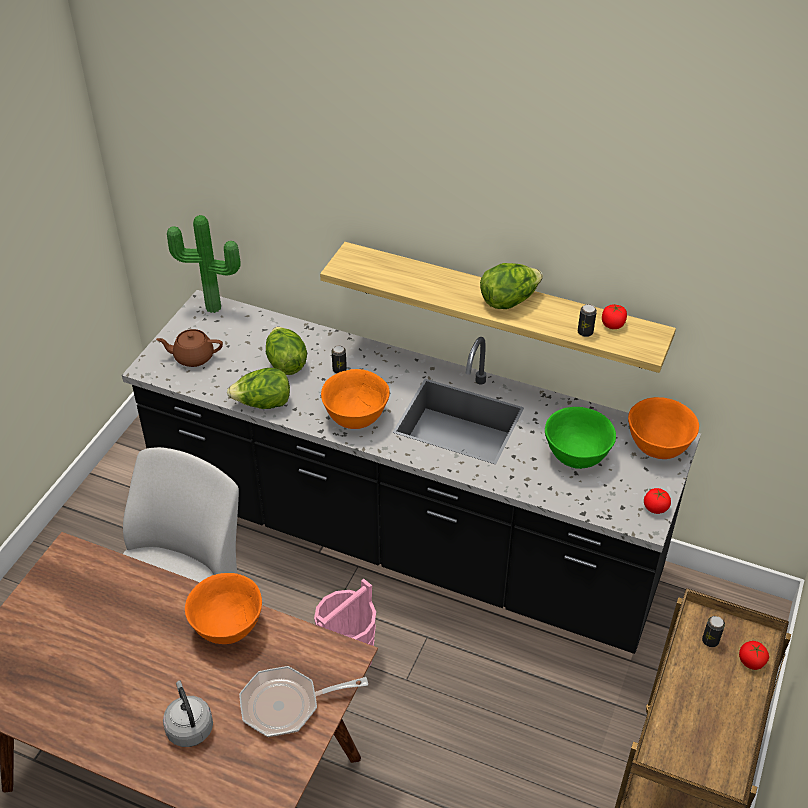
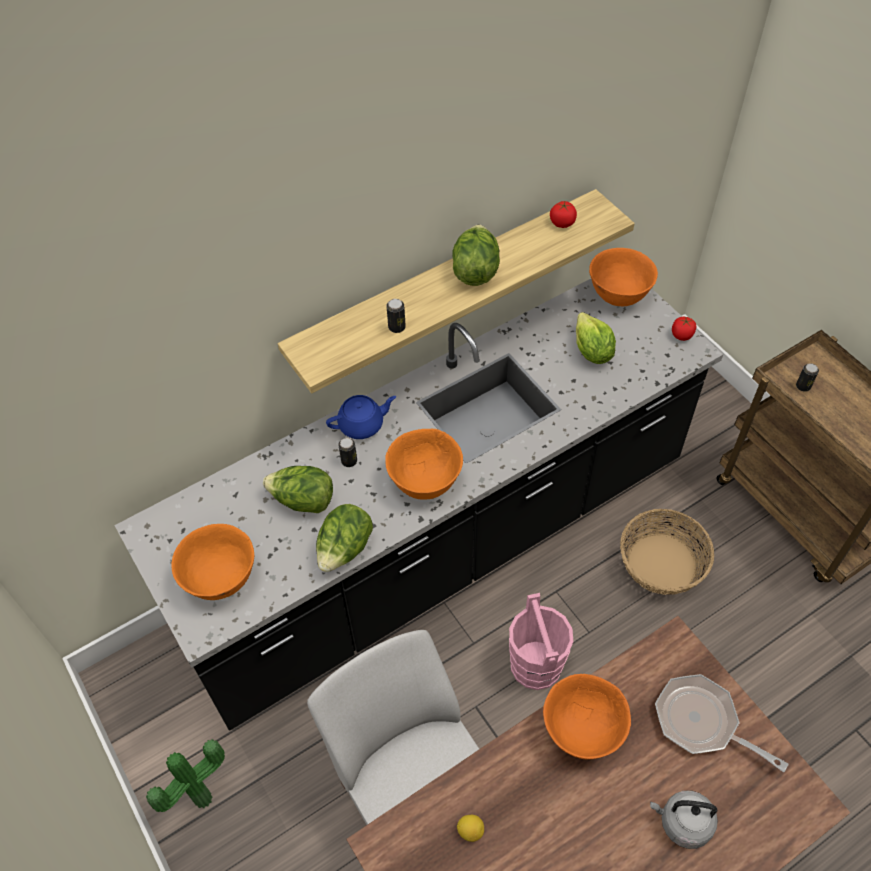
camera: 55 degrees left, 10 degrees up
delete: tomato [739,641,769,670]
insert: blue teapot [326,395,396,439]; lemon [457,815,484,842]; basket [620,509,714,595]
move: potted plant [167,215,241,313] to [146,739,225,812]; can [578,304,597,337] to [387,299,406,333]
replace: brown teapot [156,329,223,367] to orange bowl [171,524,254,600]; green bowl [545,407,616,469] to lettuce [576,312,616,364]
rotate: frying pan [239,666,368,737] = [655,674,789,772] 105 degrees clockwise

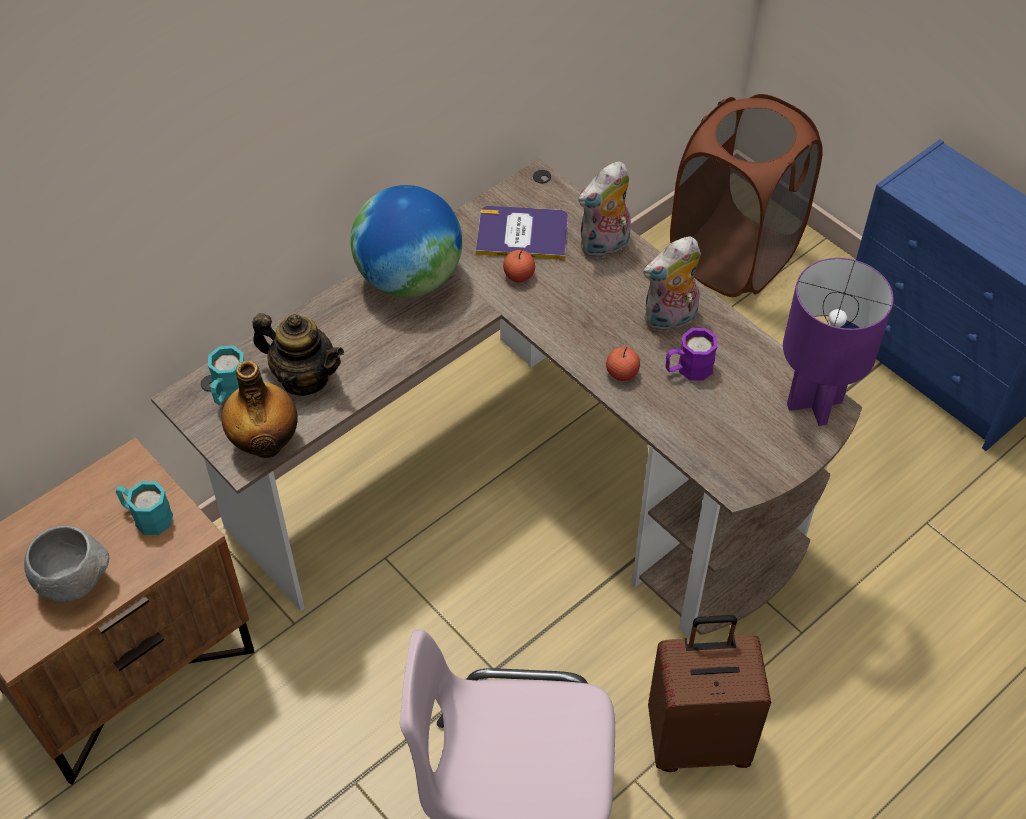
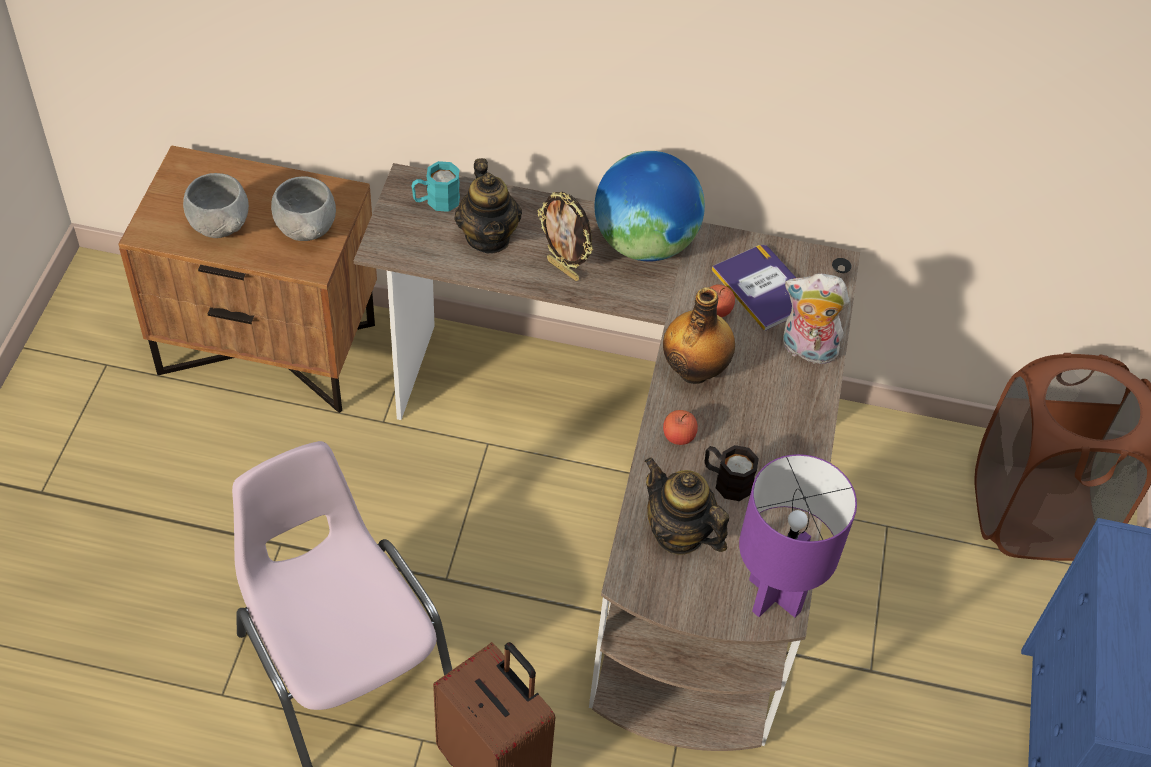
camera: 50 degrees right, 0 degrees up
delete: plush toy [643,236,701,332]
insert: picture frame [538,192,593,281]; teapot [644,457,729,555]
move: bottle [222,360,298,458] to [663,287,735,384]
replace: turquoise mug [116,481,173,535] to grey bowl [271,177,336,241]
recolor: purple mug [666,328,717,381] to black mug [704,445,759,501]

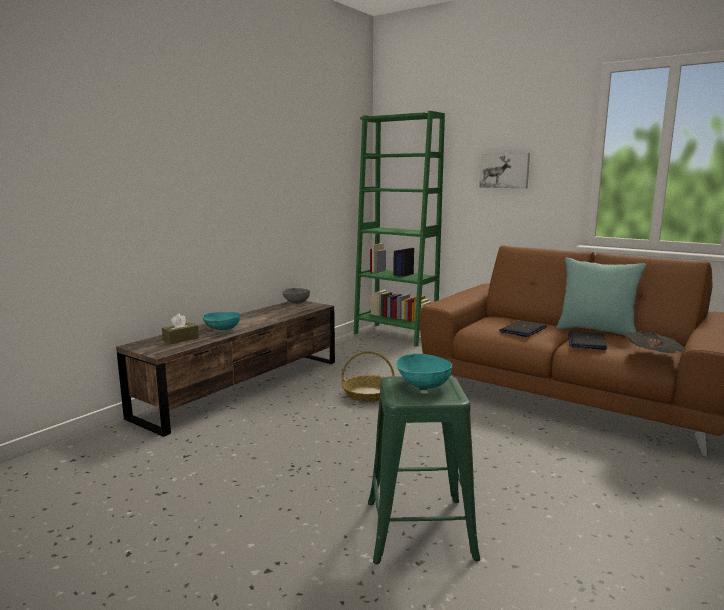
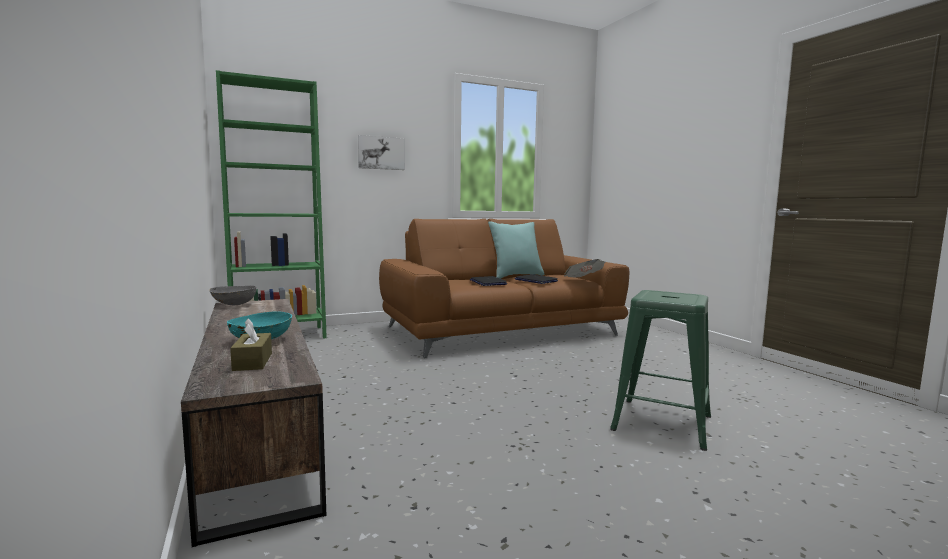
camera: 60 degrees left, 5 degrees down
delete: basket [341,351,395,402]; turquoise bowl [396,353,452,389]

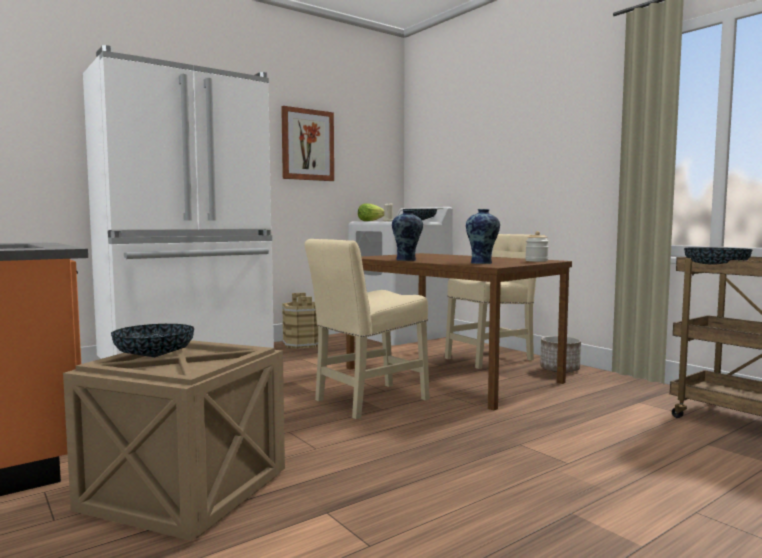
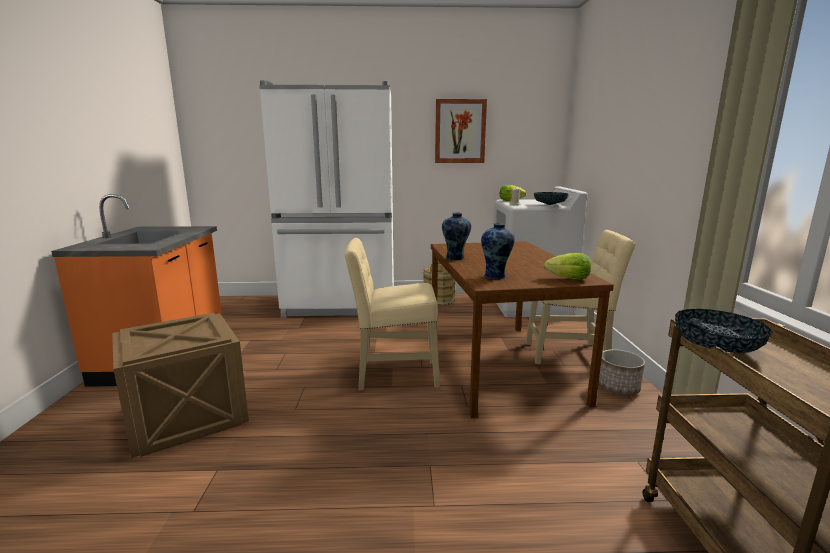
camera: 35 degrees right, 10 degrees up
delete: bowl [111,324,194,357]
replace: jar [525,231,549,262] to lettuce [544,253,591,280]

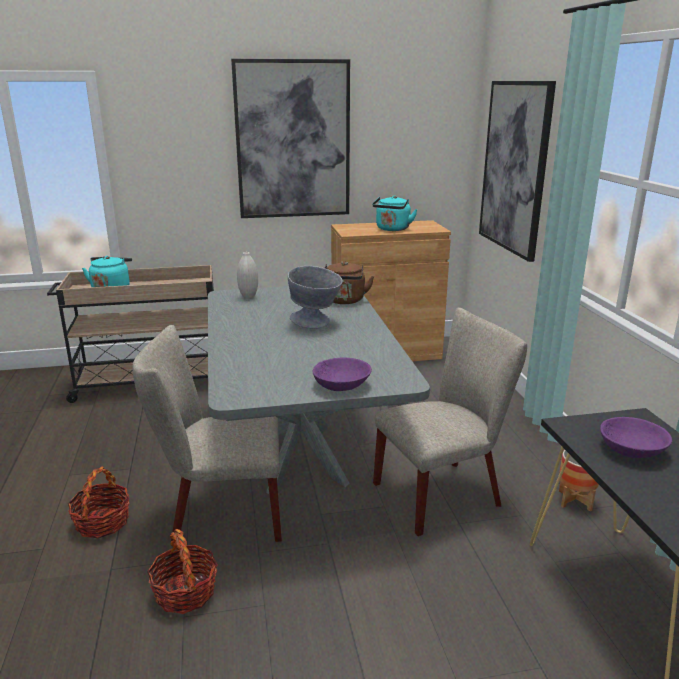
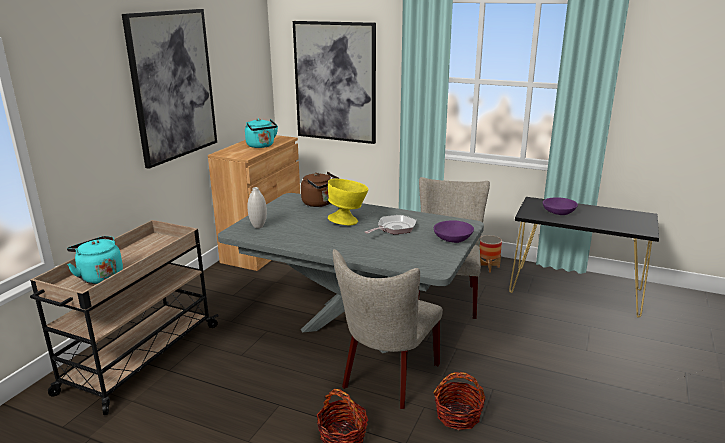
camera: 55 degrees left, 0 degrees up
insert: frying pan [365,215,416,234]
recolor: grey bowl [288,266,343,329] to yellow bowl [328,179,368,225]

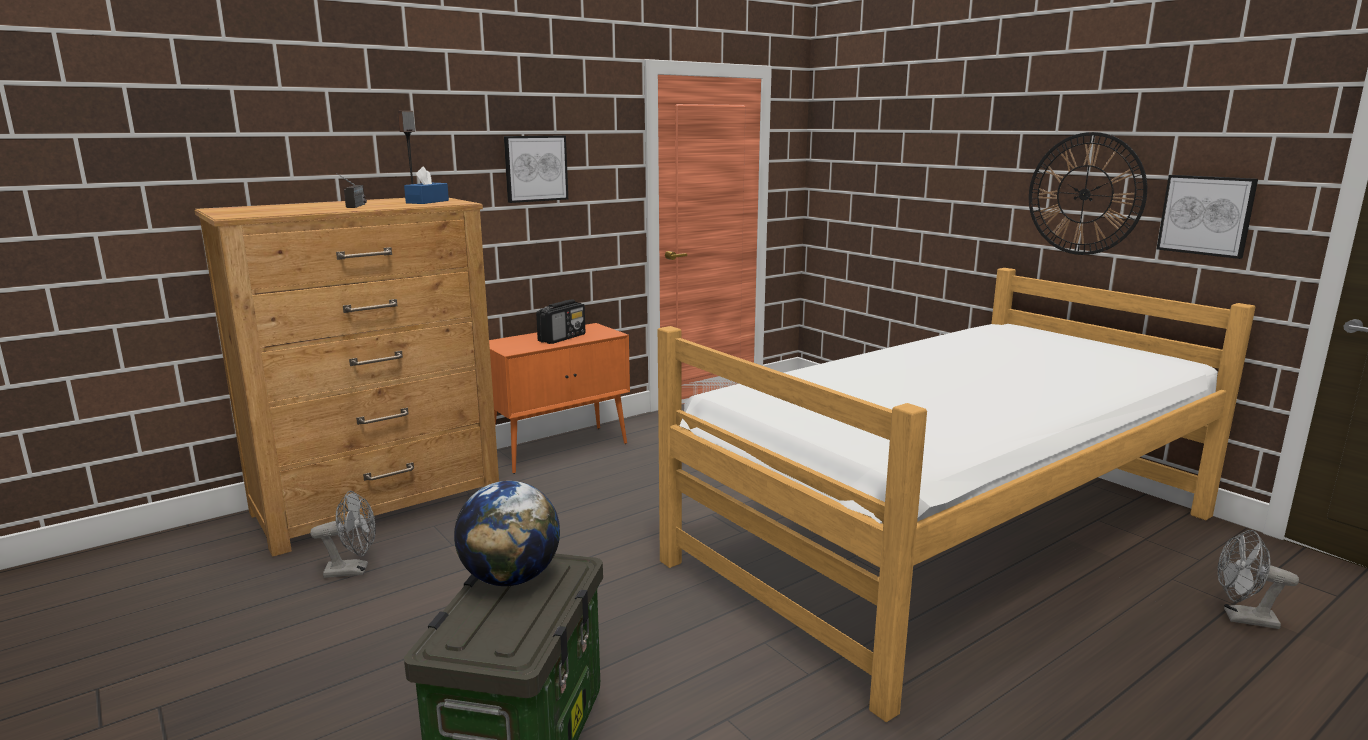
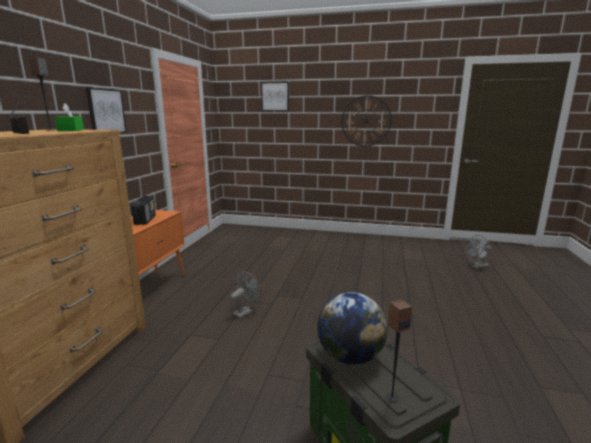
camera: 40 degrees left, 0 degrees up
delete: bed [658,268,1255,722]
insert: speaker [385,299,412,403]
move: grey fan [310,491,376,578] to [230,271,261,319]; picture [1157,175,1258,259] to [261,82,289,111]
recolor: blue tissue box [404,167,449,204] to green tissue box [55,103,84,131]

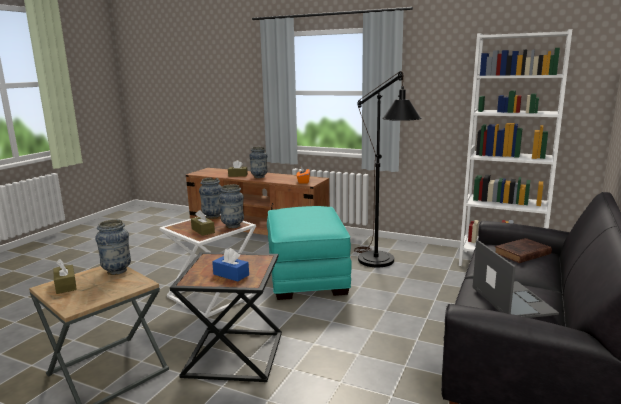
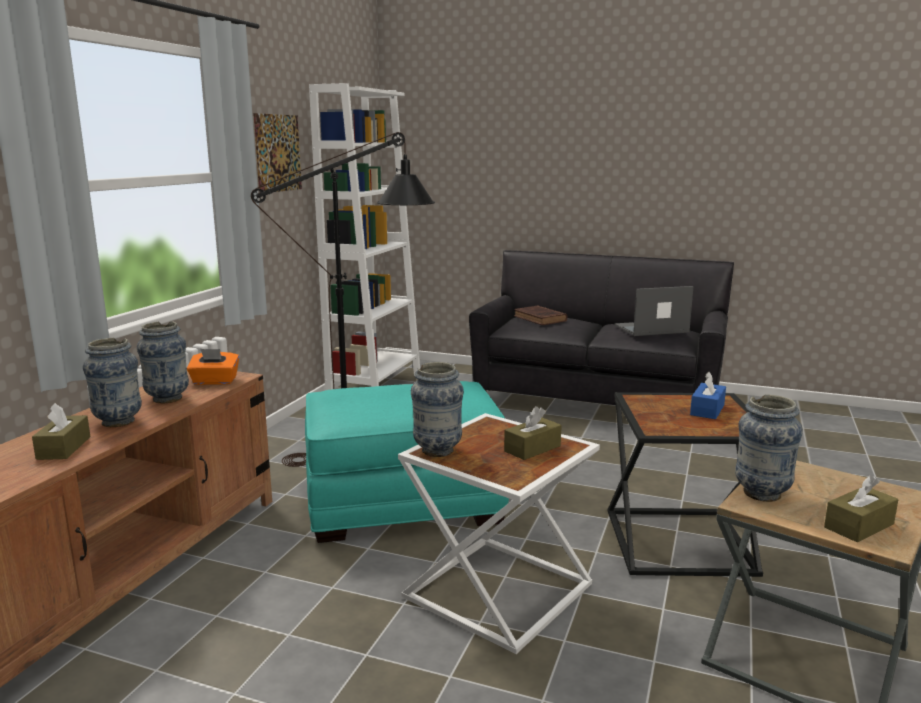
camera: 95 degrees left, 0 degrees up
insert: picture [253,113,302,193]
move: vase [219,184,244,228] to [137,321,189,403]

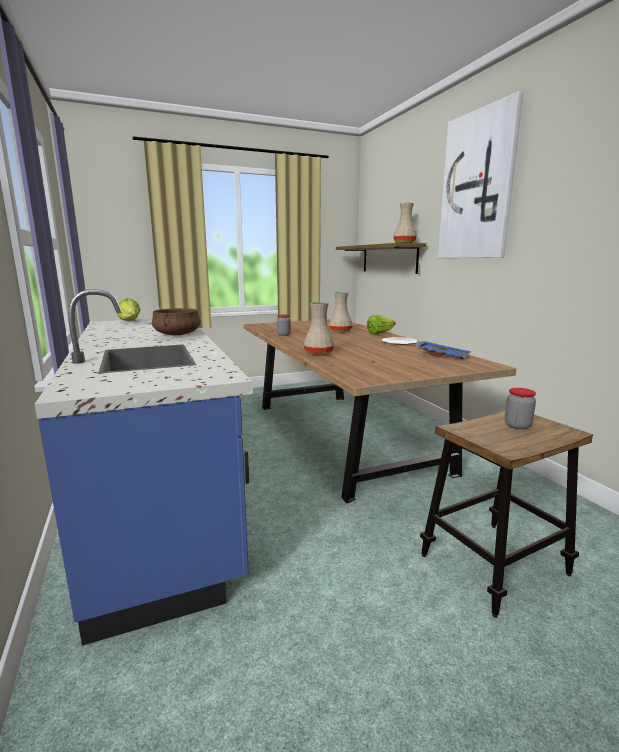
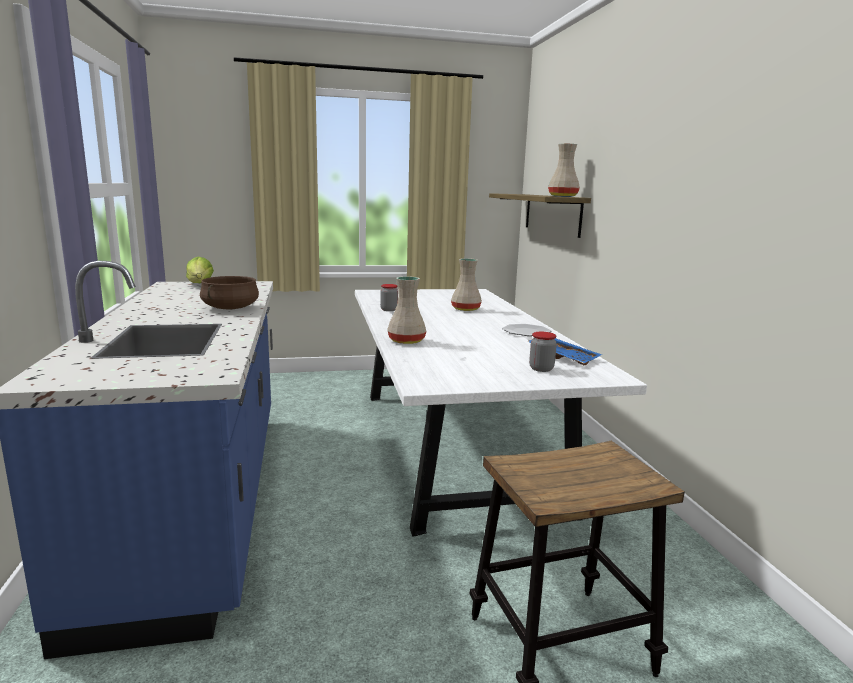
camera: 10 degrees right, 0 degrees up
delete: lettuce [367,315,396,334]; picture [438,91,523,258]
move: jar [505,388,536,429] to [529,332,557,372]
recolor: brown dining table [243,319,517,503] to white dining table [355,289,647,537]

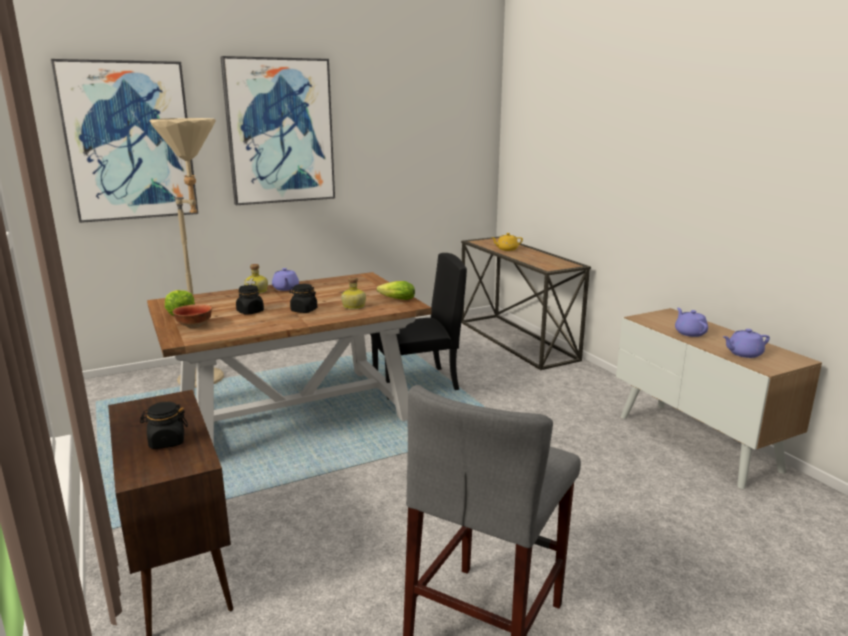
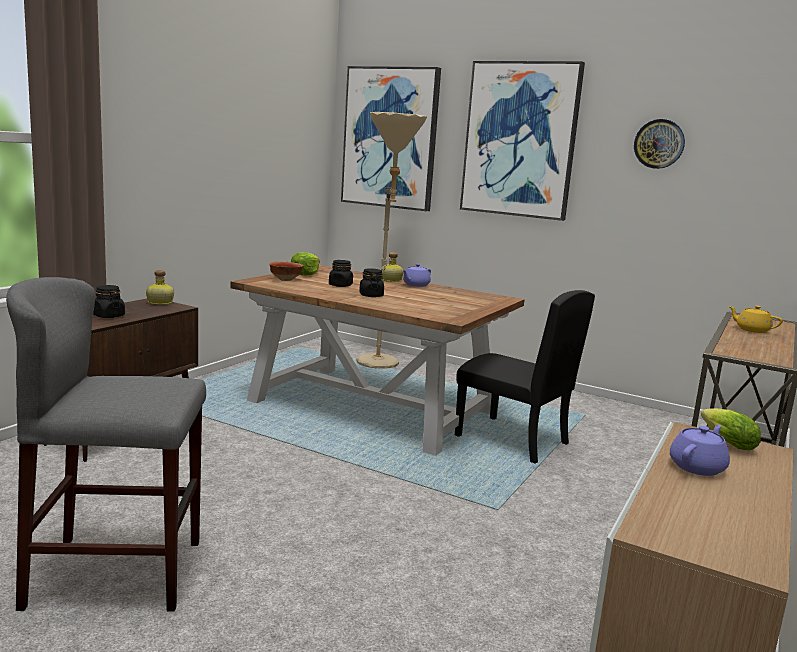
camera: 55 degrees right, 5 degrees down
delete: purple teapot [723,329,770,358]
insert: wall clock [634,119,685,169]
move: bottle [341,277,366,309] to [146,270,174,305]; lettuce [377,281,415,300] to [701,408,761,450]

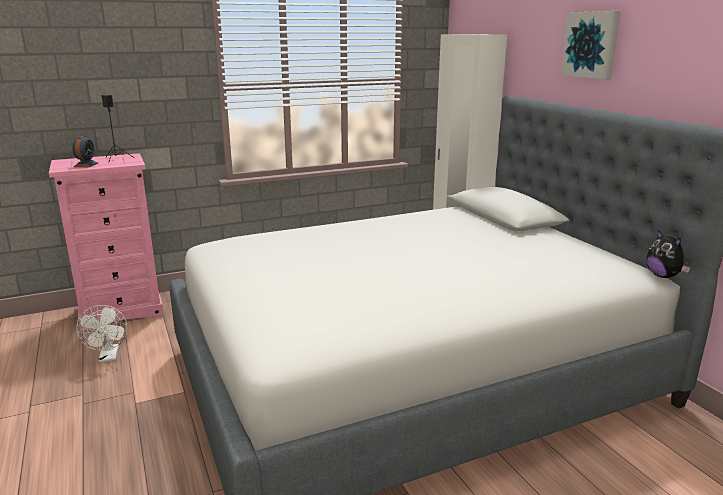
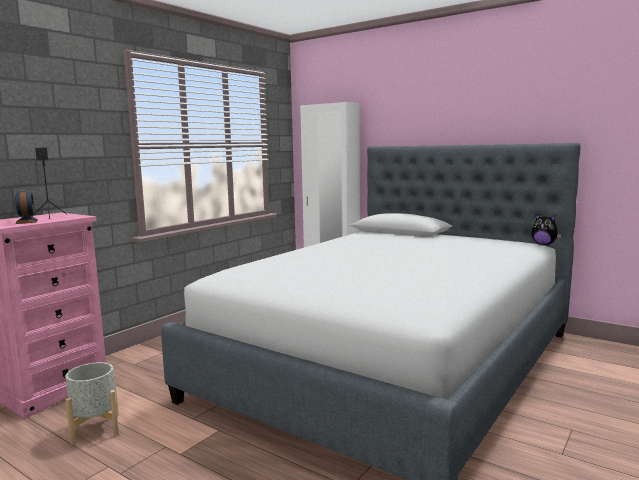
camera: 30 degrees left, 10 degrees down
delete: picture [561,11,621,80]
replace: white fan [76,305,128,362] to grey planter [65,362,119,445]

